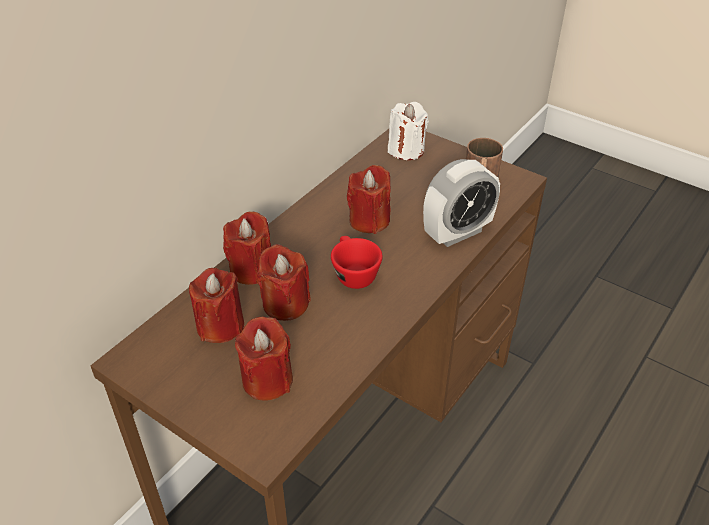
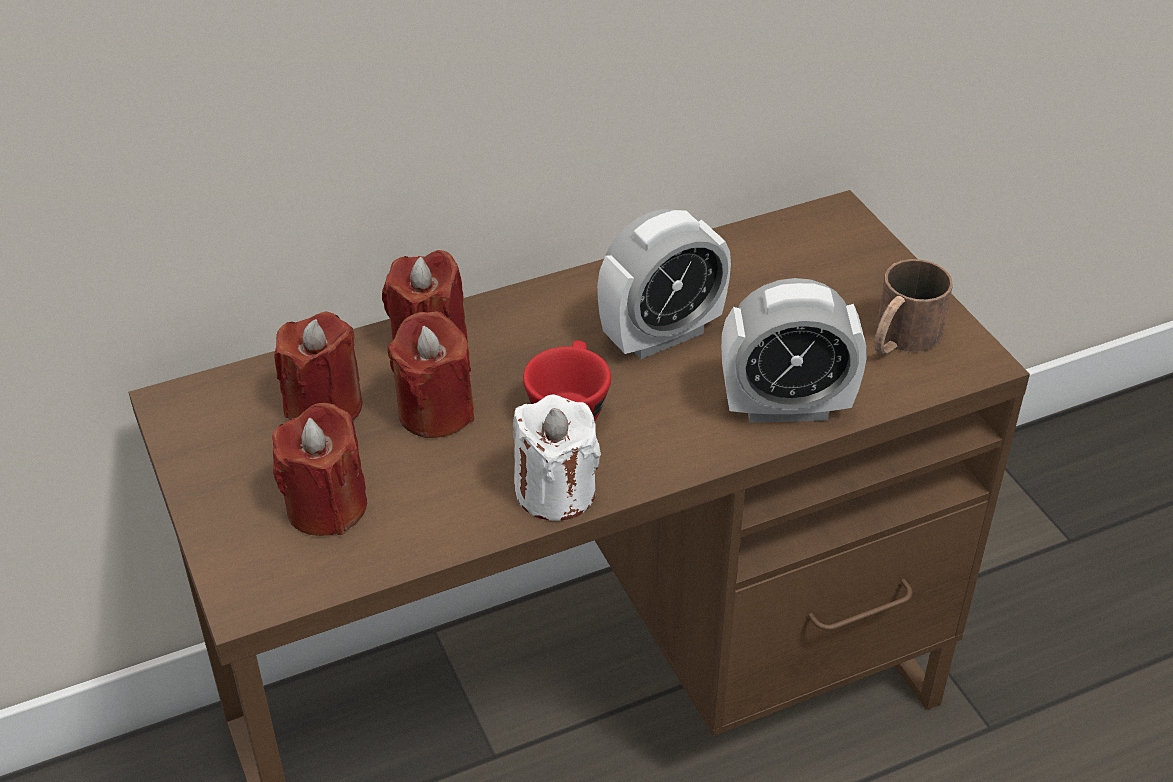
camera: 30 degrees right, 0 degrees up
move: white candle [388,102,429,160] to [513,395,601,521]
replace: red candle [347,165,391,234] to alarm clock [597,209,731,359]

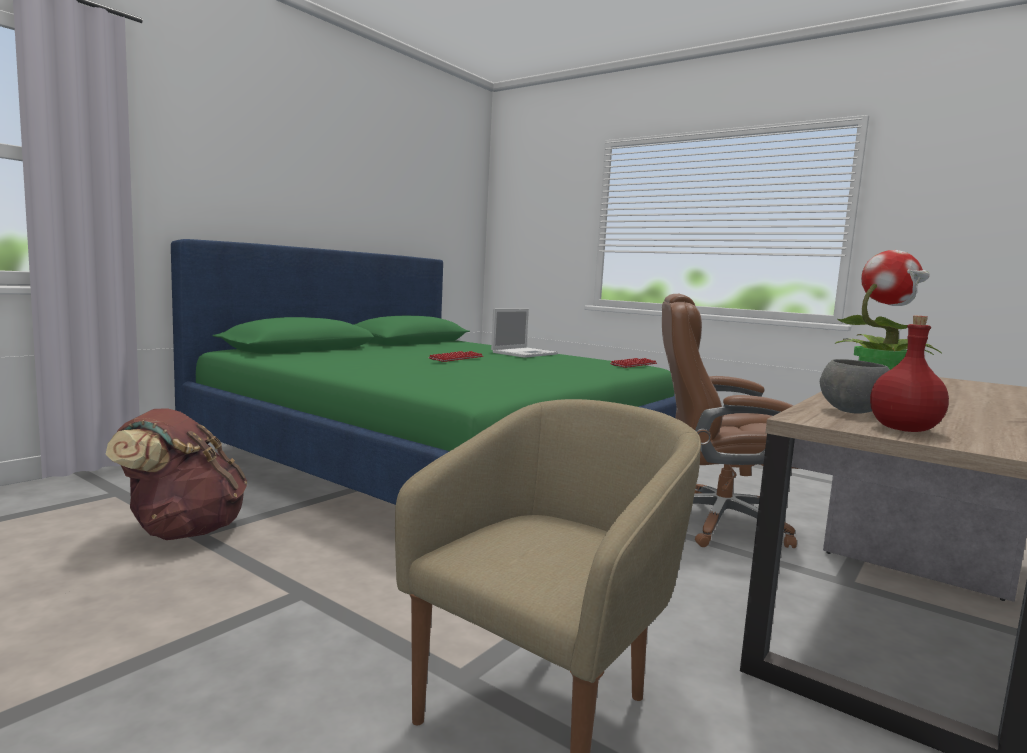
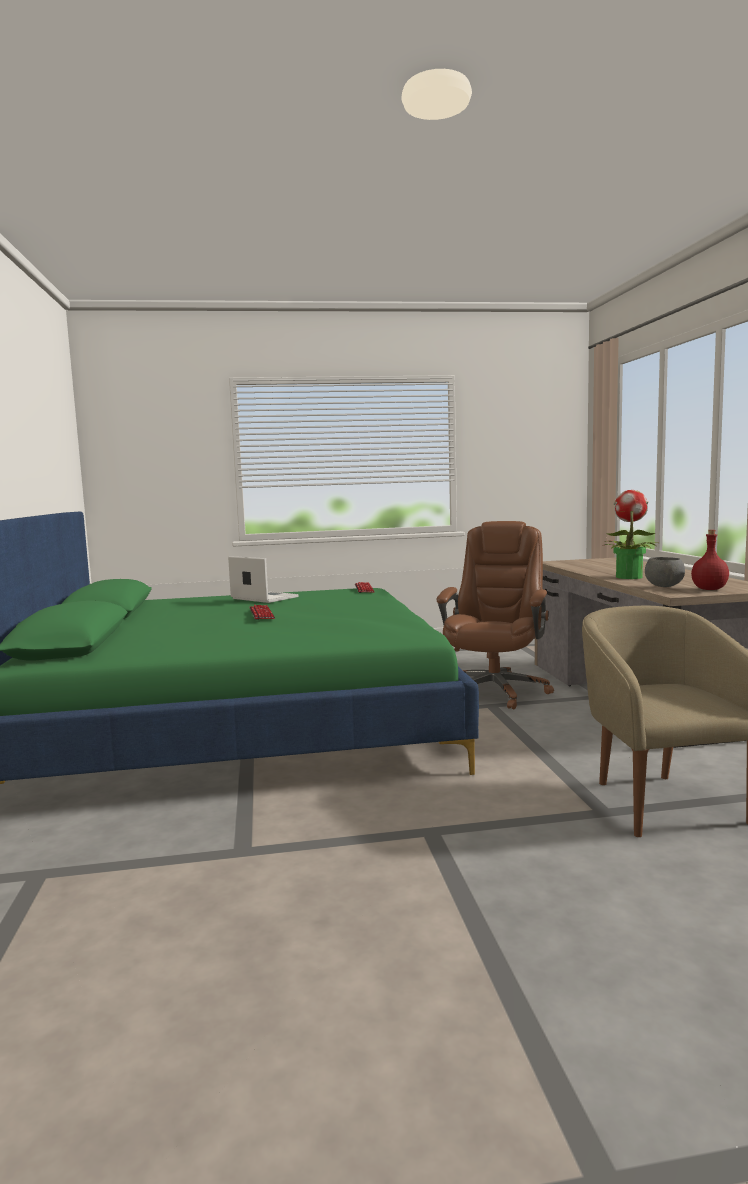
camera: 45 degrees left, 0 degrees up
delete: brown backpack [105,408,247,540]
rotate: laptop [491,309,558,358] = [228,556,299,603] 45 degrees counterclockwise; brown office chair [662,294,800,548] = [436,521,554,709] 150 degrees clockwise

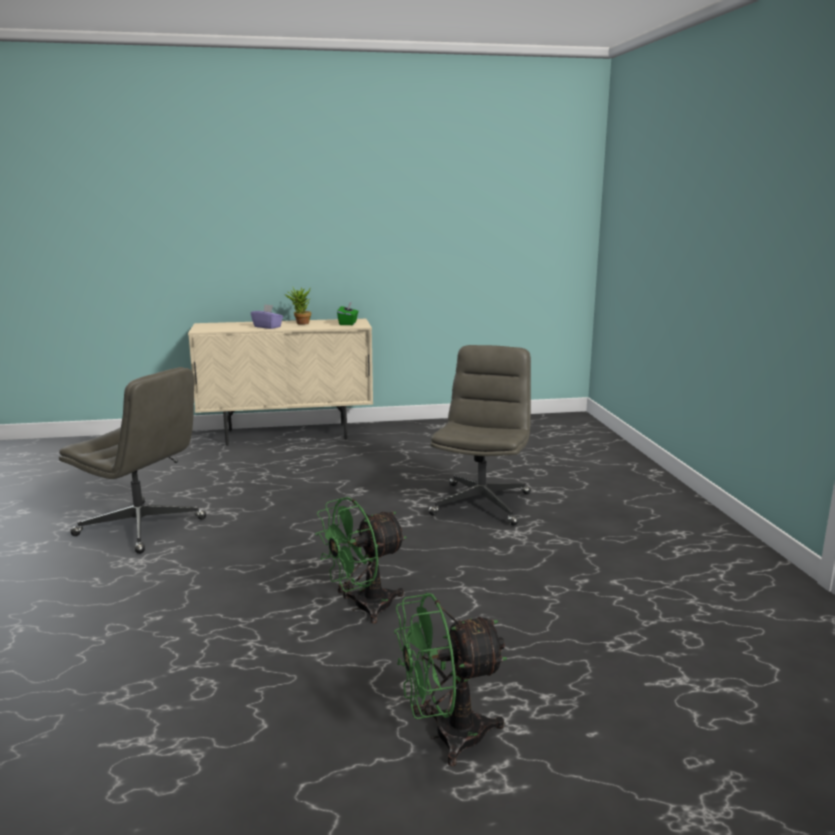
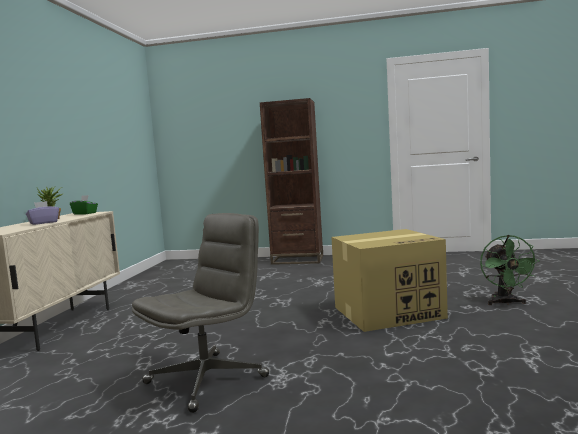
camera: 70 degrees left, 10 degrees down
delete: grey office chair [428,345,531,526]
insert: brown bookcase [260,98,323,265]
replace: green fan [315,497,407,624] to cardboard box [331,229,448,332]

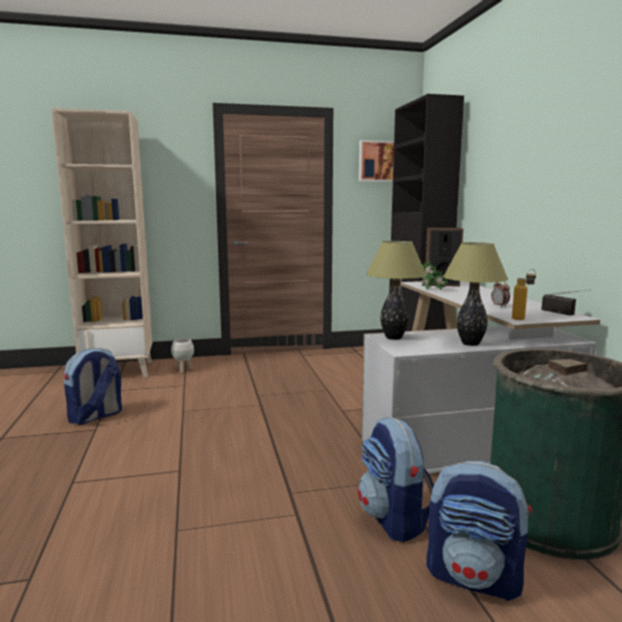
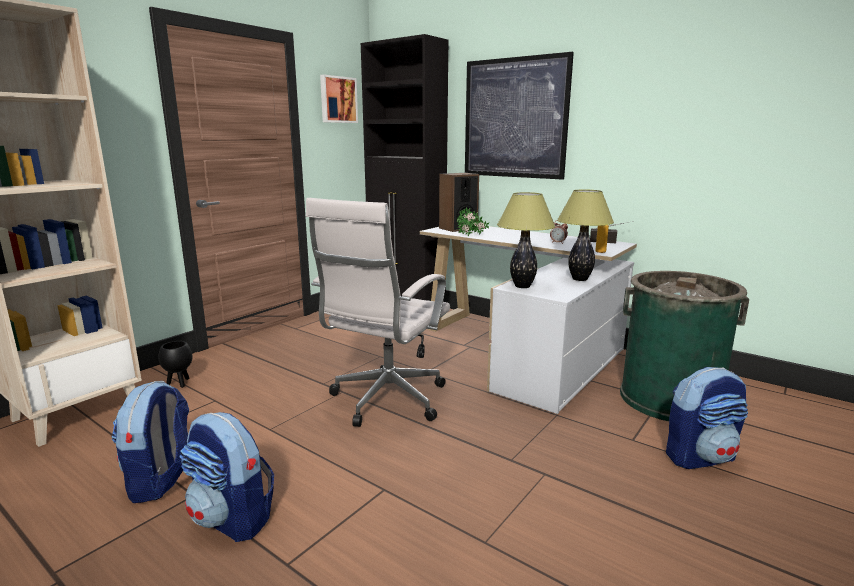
camera: 40 degrees left, 5 degrees up
insert: white office chair [306,198,450,427]; picture [465,52,574,180]
move: backpack [358,417,434,542] to [179,412,274,542]
recolor: white planter [171,339,194,373] to black planter [159,341,192,388]

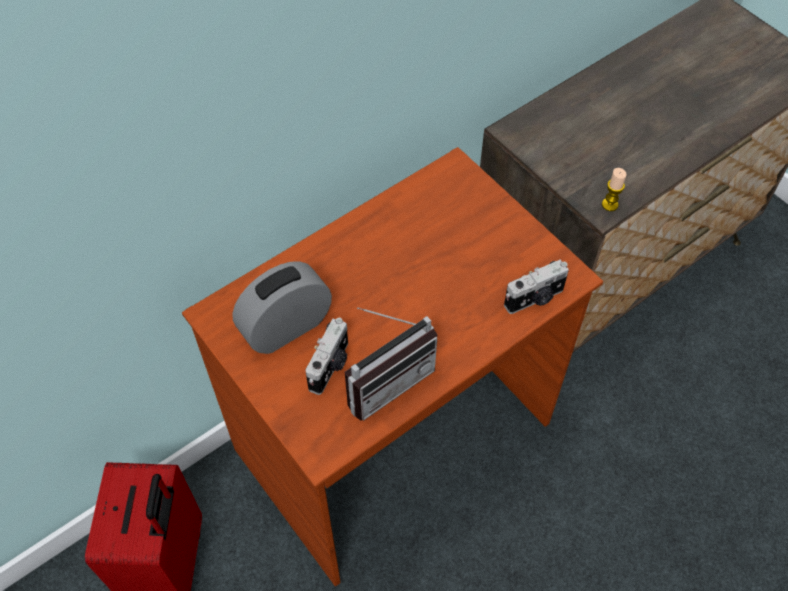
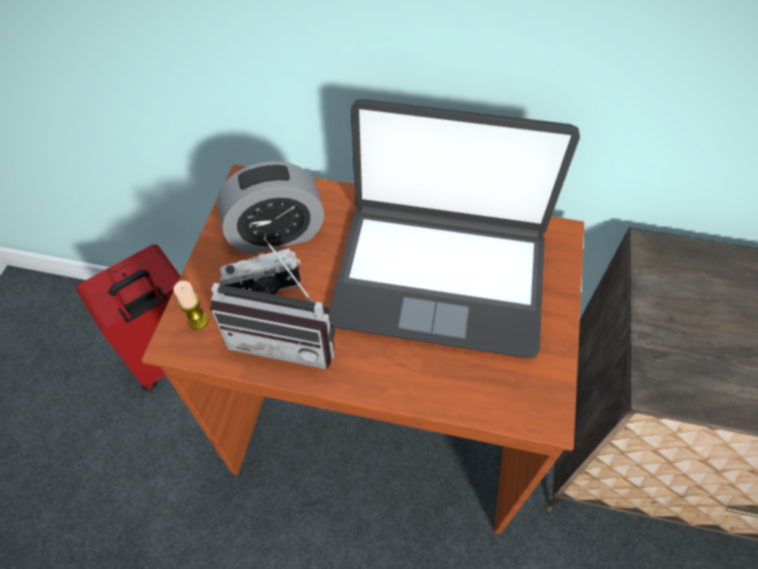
camera: 50 degrees right, 0 degrees up
delete: photo camera [504,260,569,314]
insert: laptop [329,99,580,358]
move: candle [602,168,627,211] to [173,281,209,330]
rotate: alarm clock [232,261,332,354] = [217,161,324,254] 150 degrees clockwise

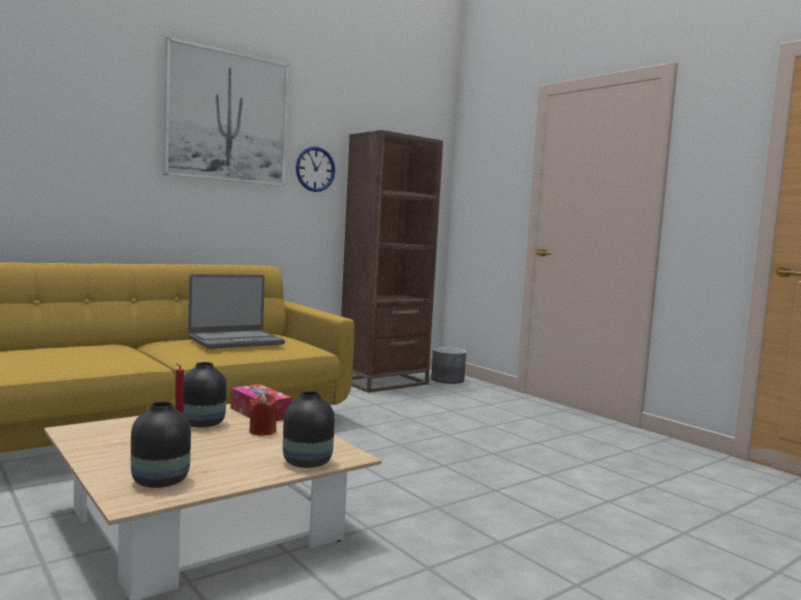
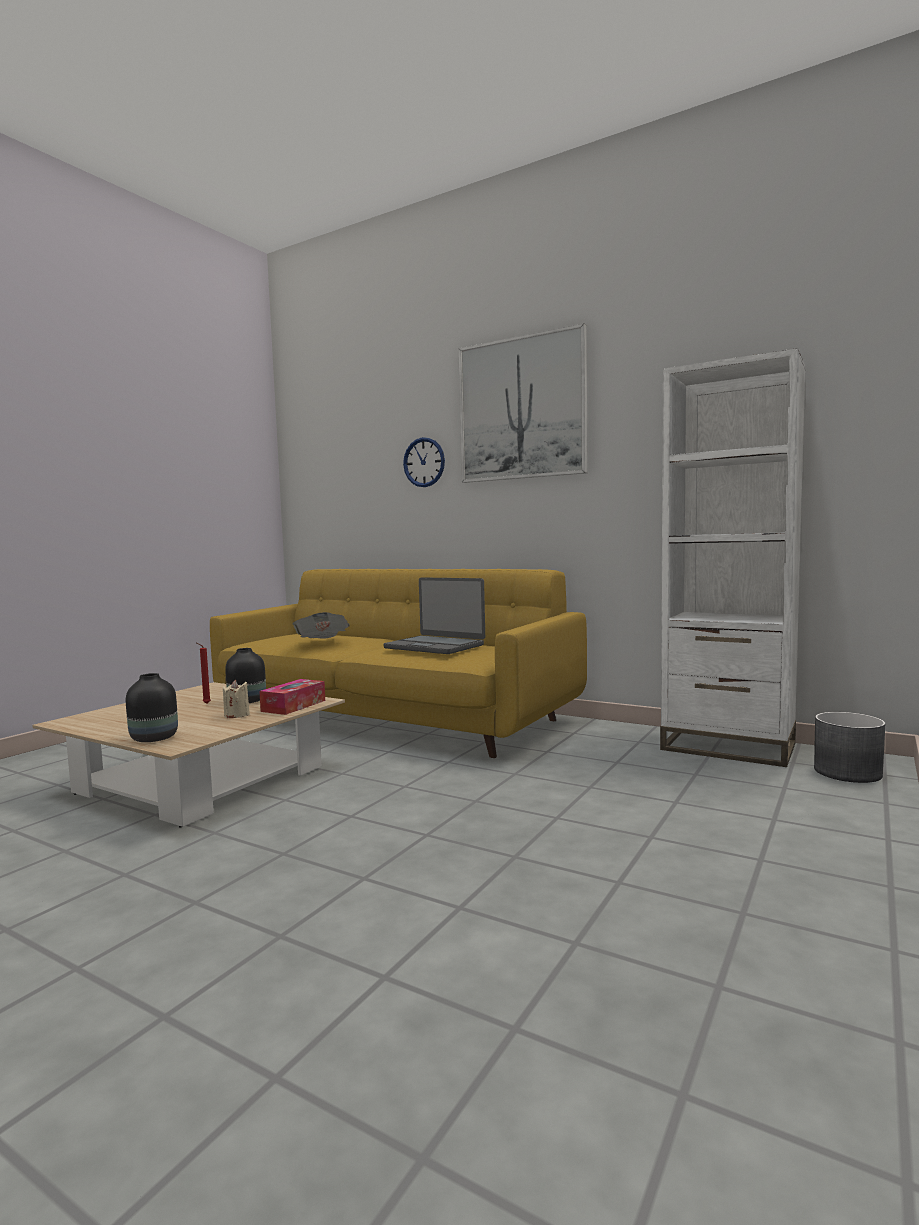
camera: 70 degrees right, 0 degrees up
delete: black vase [131,401,191,488]
insert: newspaper [292,612,350,638]
move: wall clock [296,146,335,192] to [403,437,445,487]
recolor: red candle [249,393,277,436] to beige candle [223,680,250,718]; brown bookcase [341,130,443,393] to white bookcase [660,348,806,767]

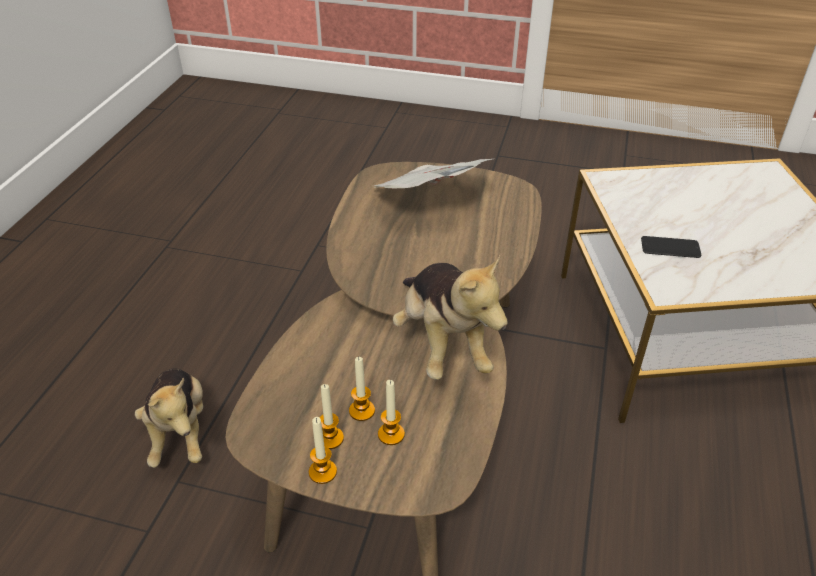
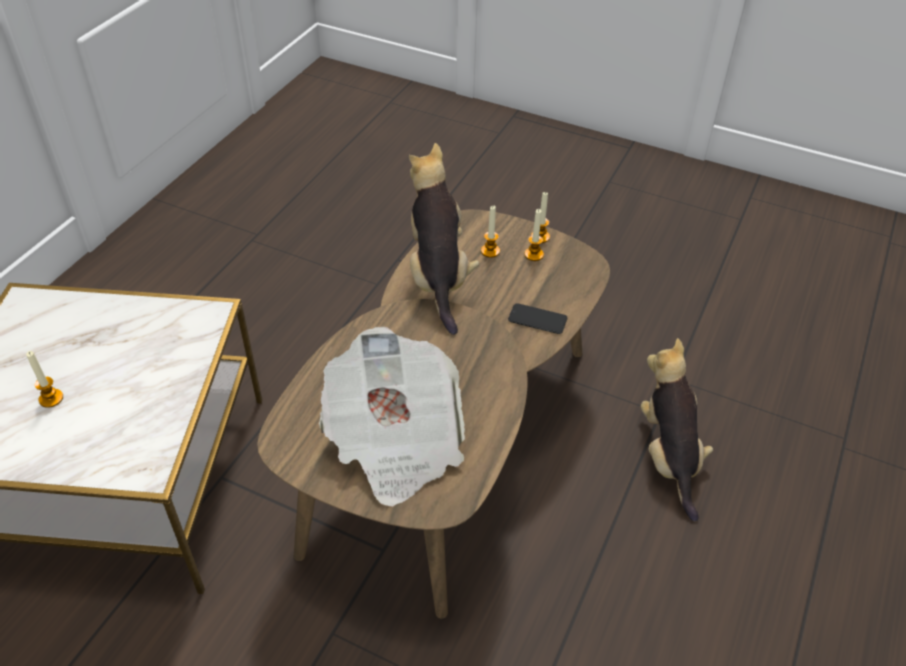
camera: 170 degrees left, 5 degrees up
move: candle [349,357,375,421] to [26,351,63,408]; phone [641,236,701,258] to [508,303,567,334]

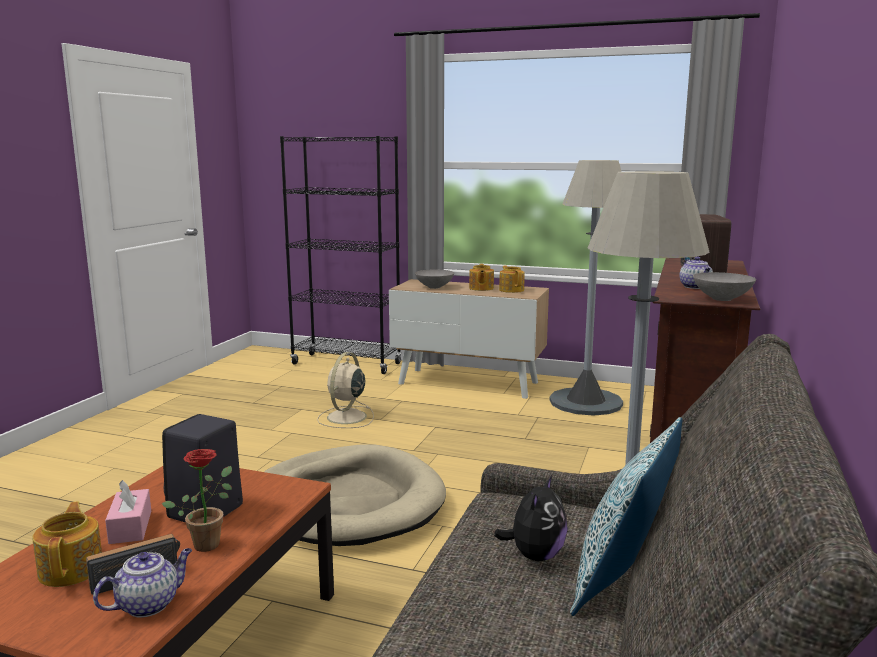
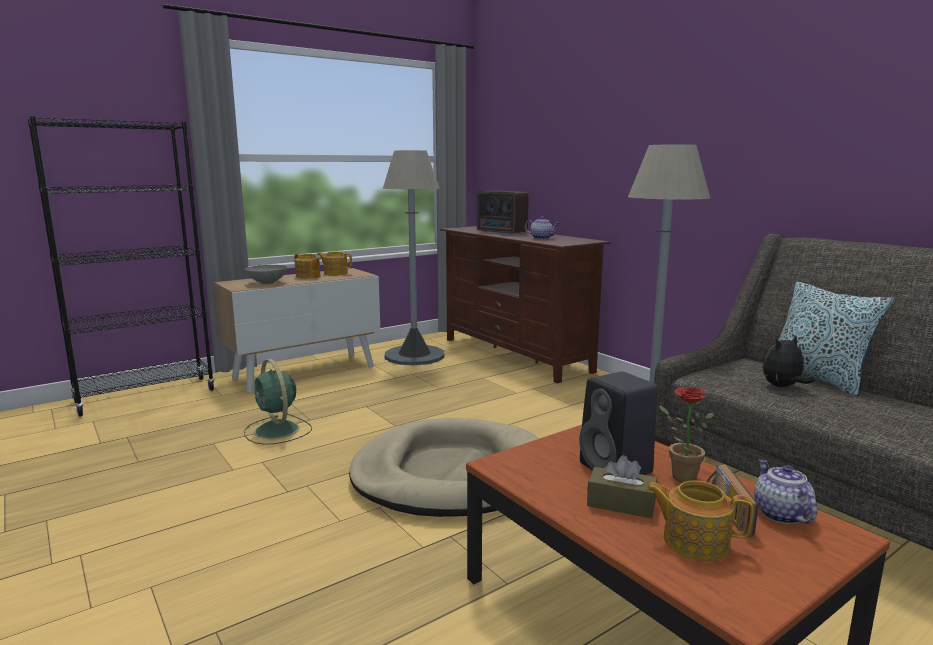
camera: 55 degrees left, 0 degrees up
delete: grey bowl [693,272,756,301]
recolor: pink tissue box [105,480,151,544] to brown tissue box [587,455,657,518]; beige fan [317,352,374,428] to green fan [244,359,312,445]
rotate: plush toy [494,475,568,561] = [763,335,815,387] 90 degrees counterclockwise

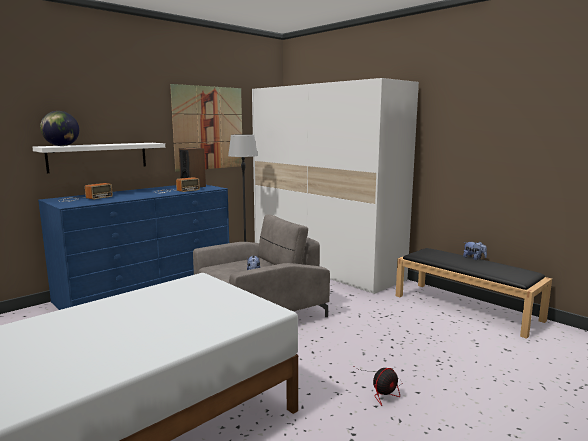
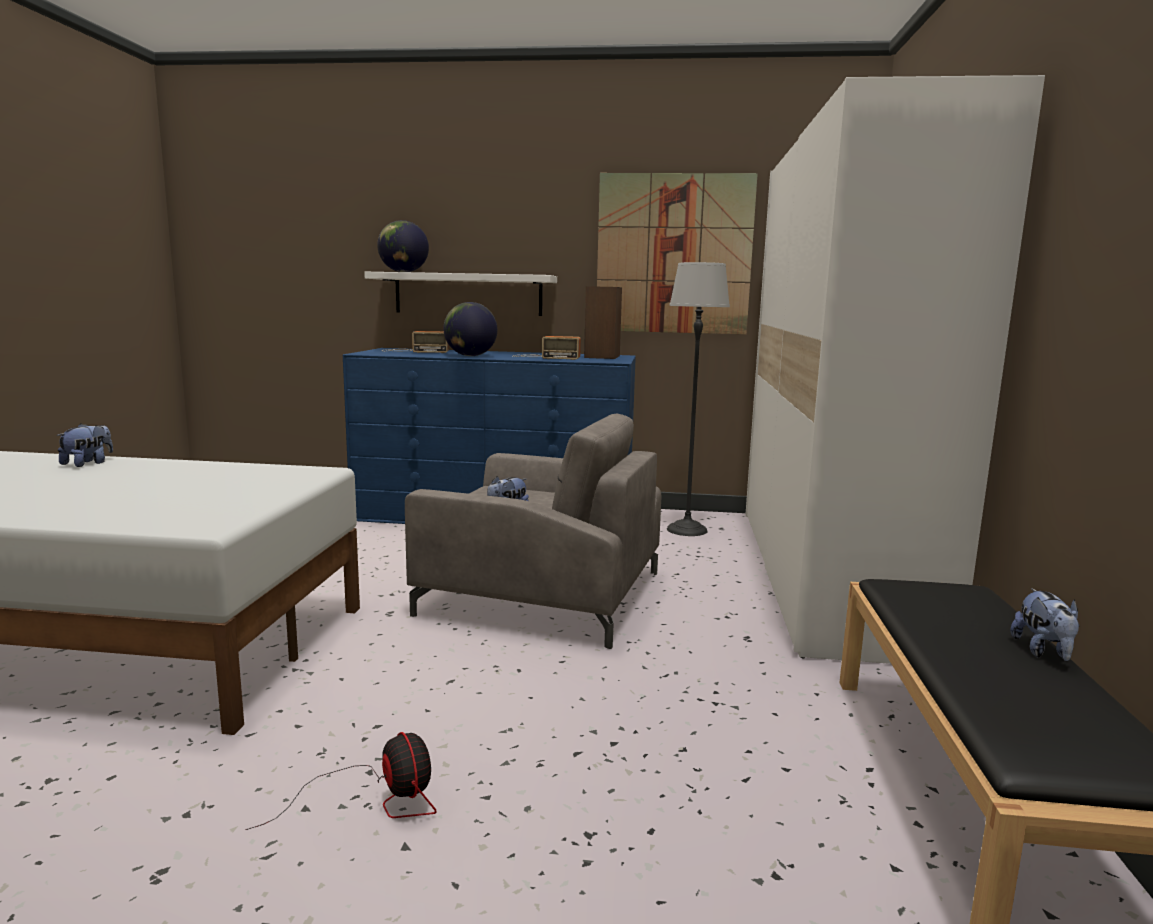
camera: 50 degrees right, 0 degrees up
insert: plush toy [57,423,113,467]; globe [443,302,497,356]
rotate: fan [355,367,402,406] = [245,732,437,830] 135 degrees counterclockwise

